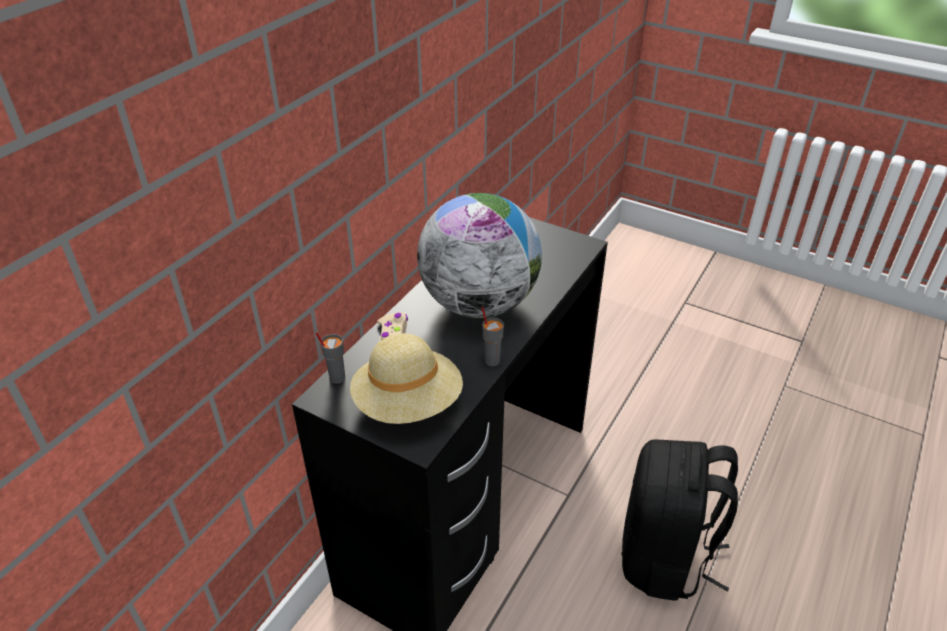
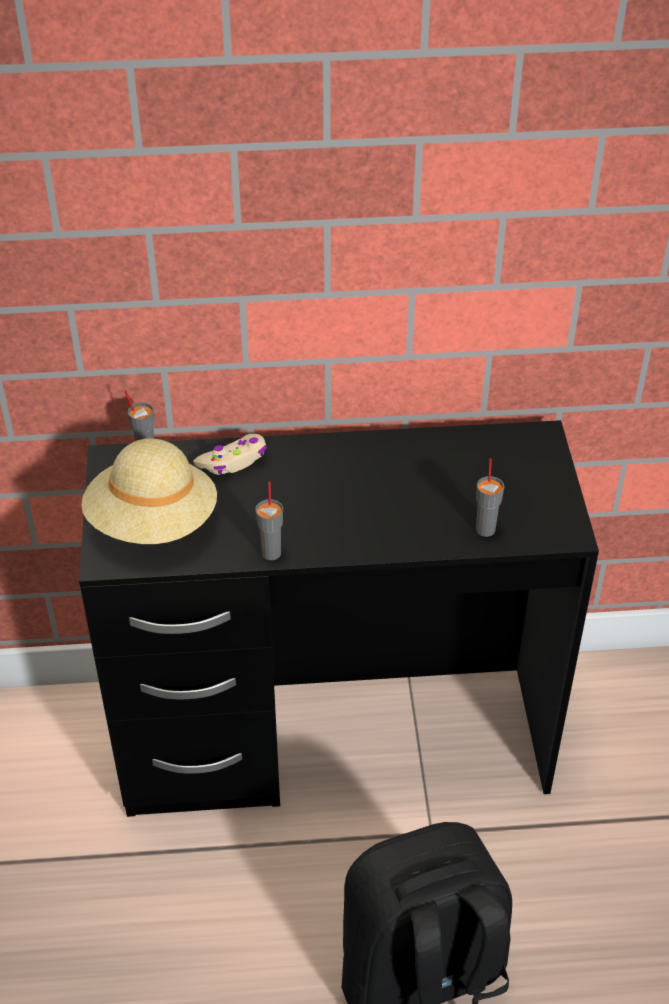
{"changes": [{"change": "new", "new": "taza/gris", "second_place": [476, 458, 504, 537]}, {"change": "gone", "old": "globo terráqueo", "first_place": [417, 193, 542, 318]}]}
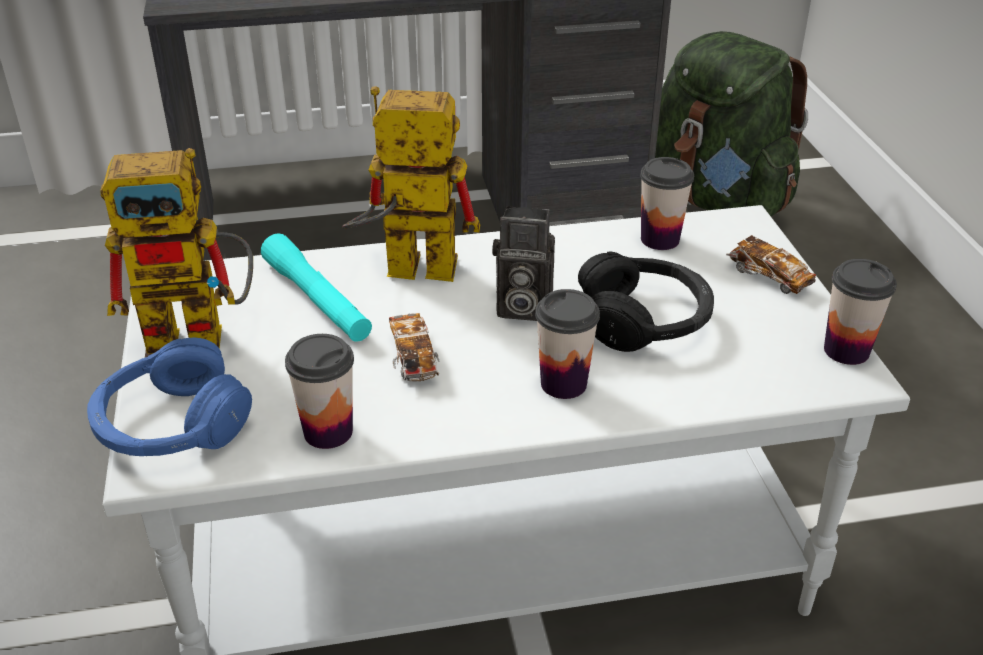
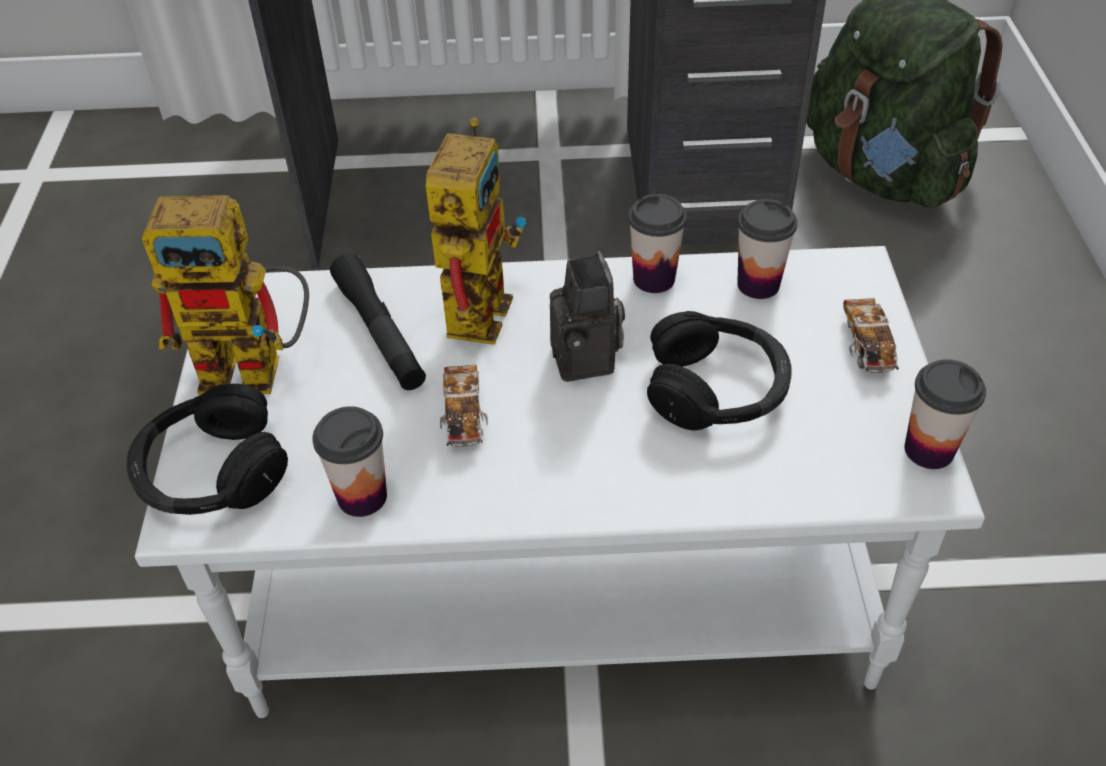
{"changes": [{"change": "repainted", "old": "auriculares/azul", "new": "auriculares/negro", "first_place": [87, 338, 252, 456], "second_place": [126, 384, 288, 515]}, {"change": "repainted", "old": "linterna/turquesa", "new": "linterna/negro", "first_place": [261, 233, 372, 342], "second_place": [330, 253, 426, 390]}, {"change": "rotated", "old": "robot de juguete", "first_place": [342, 86, 480, 282], "second_place": [426, 117, 526, 345], "degrees": 90}, {"change": "rotated", "old": "cámara", "first_place": [492, 206, 555, 321], "second_place": [550, 251, 625, 382], "degrees": -120}, {"change": "shifted", "old": "taza", "first_place": [535, 289, 600, 399], "second_place": [628, 194, 687, 293]}, {"change": "rotated", "old": "coche de juguete", "first_place": [726, 235, 816, 294], "second_place": [843, 298, 899, 373], "degrees": -150}]}
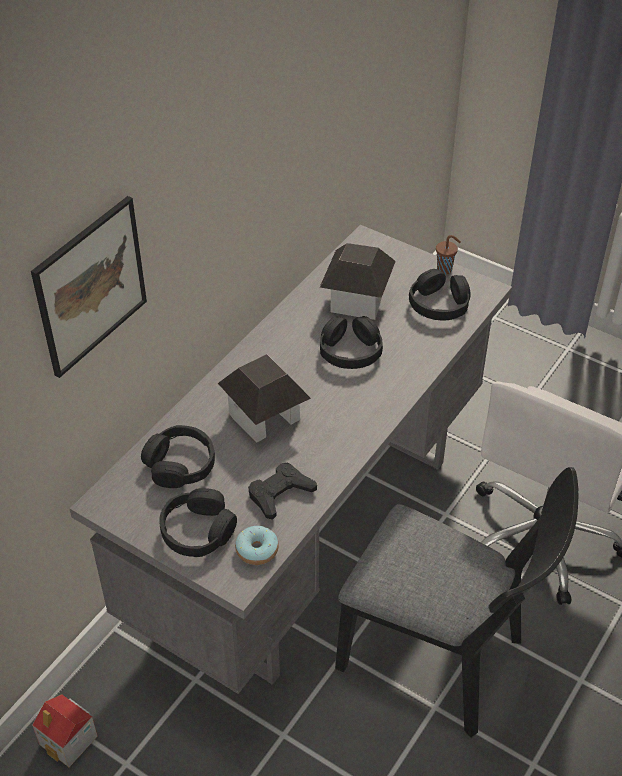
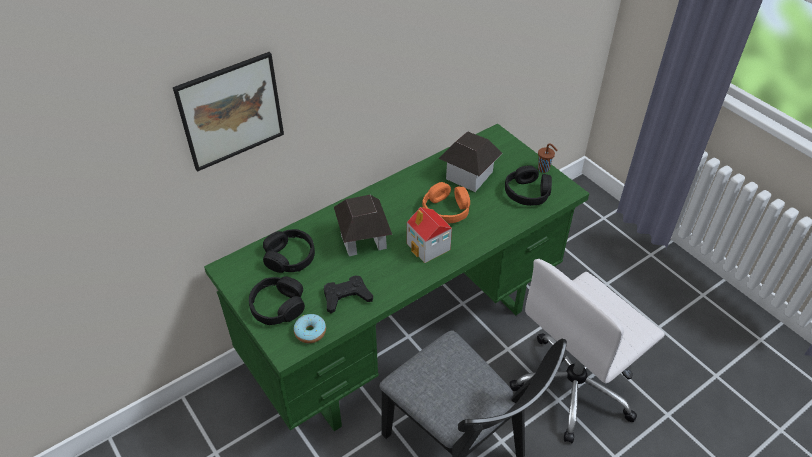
{"changes": [{"change": "repainted", "old": "escritorio/gris", "new": "escritorio/verde", "first_place": [69, 225, 512, 694], "second_place": [204, 124, 589, 431]}, {"change": "shifted", "old": "casita", "first_place": [32, 694, 98, 767], "second_place": [407, 207, 452, 263]}, {"change": "repainted", "old": "auriculares/negro", "new": "auriculares/naranja", "first_place": [320, 316, 383, 369], "second_place": [422, 182, 470, 223]}]}
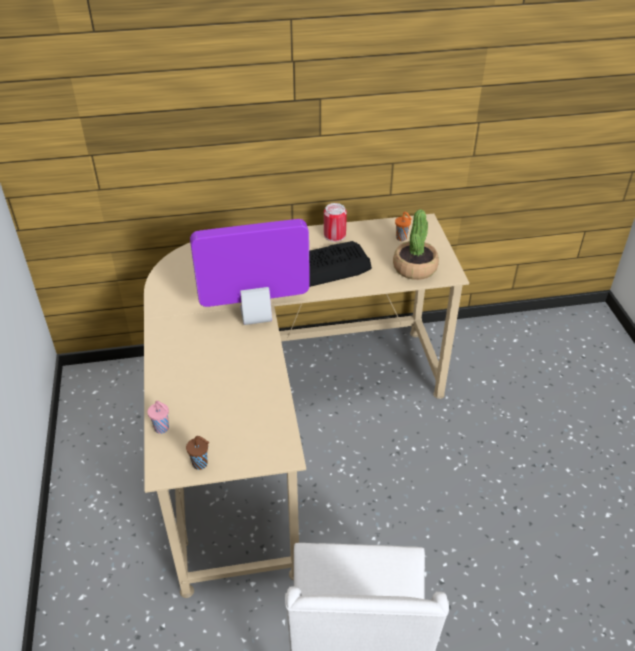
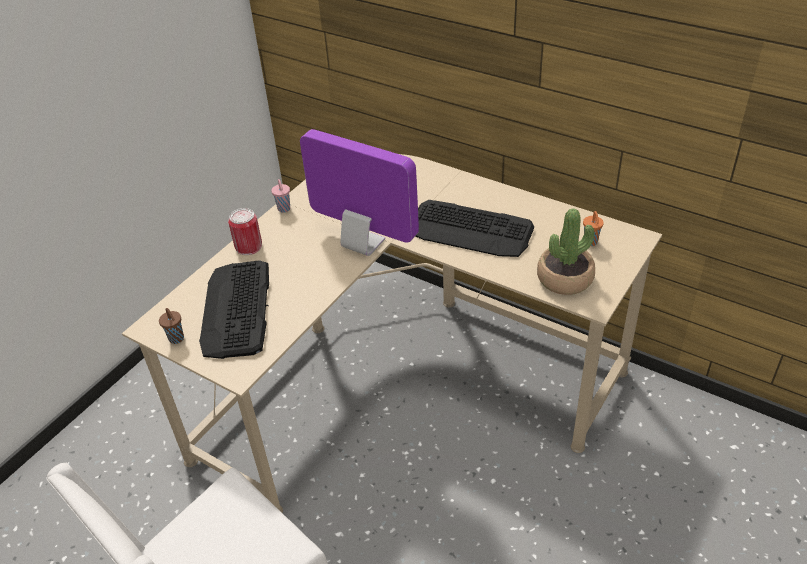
{"changes": [{"change": "new", "new": "teclado", "second_place": [199, 260, 269, 359]}, {"change": "shifted", "old": "lata", "first_place": [324, 203, 347, 242], "second_place": [228, 208, 262, 255]}, {"change": "shifted", "old": "taza/rosa", "first_place": [147, 401, 169, 434], "second_place": [271, 179, 290, 213]}]}
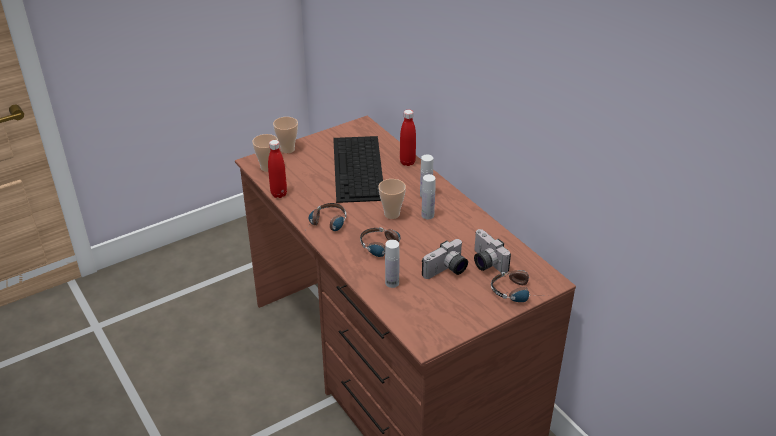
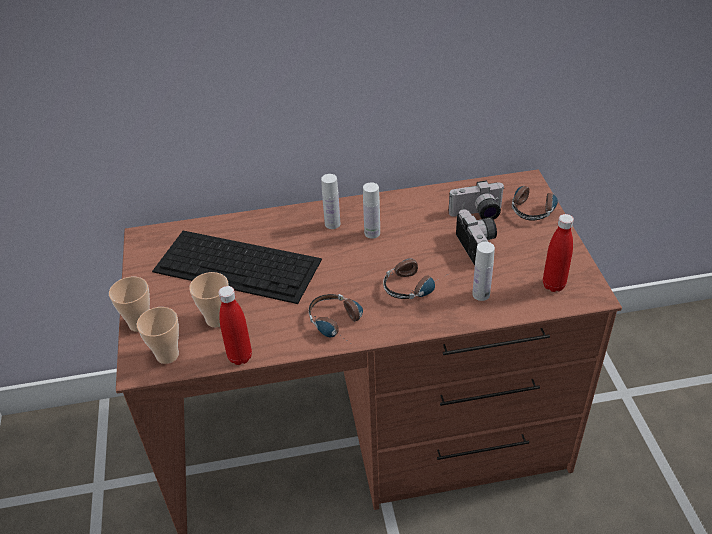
{"changes": [{"change": "shifted", "old": "taza", "first_place": [378, 179, 406, 219], "second_place": [189, 272, 229, 327]}, {"change": "shifted", "old": "botella/rojo", "first_place": [400, 110, 416, 166], "second_place": [543, 214, 574, 292]}]}
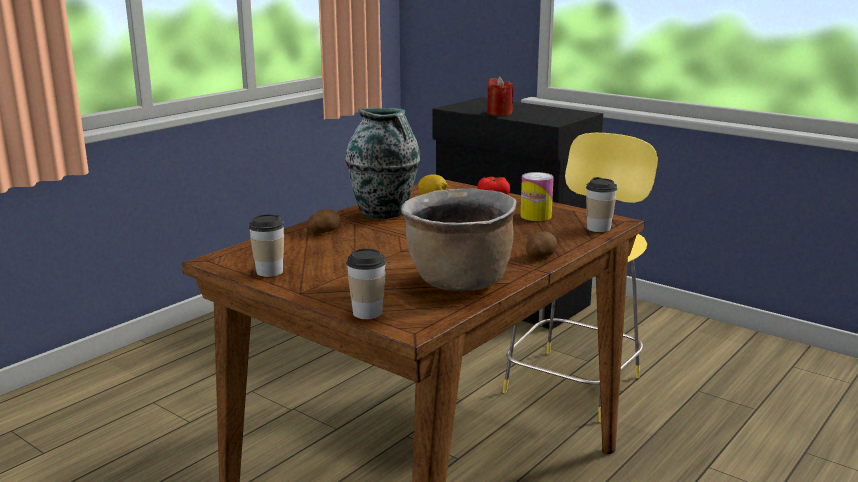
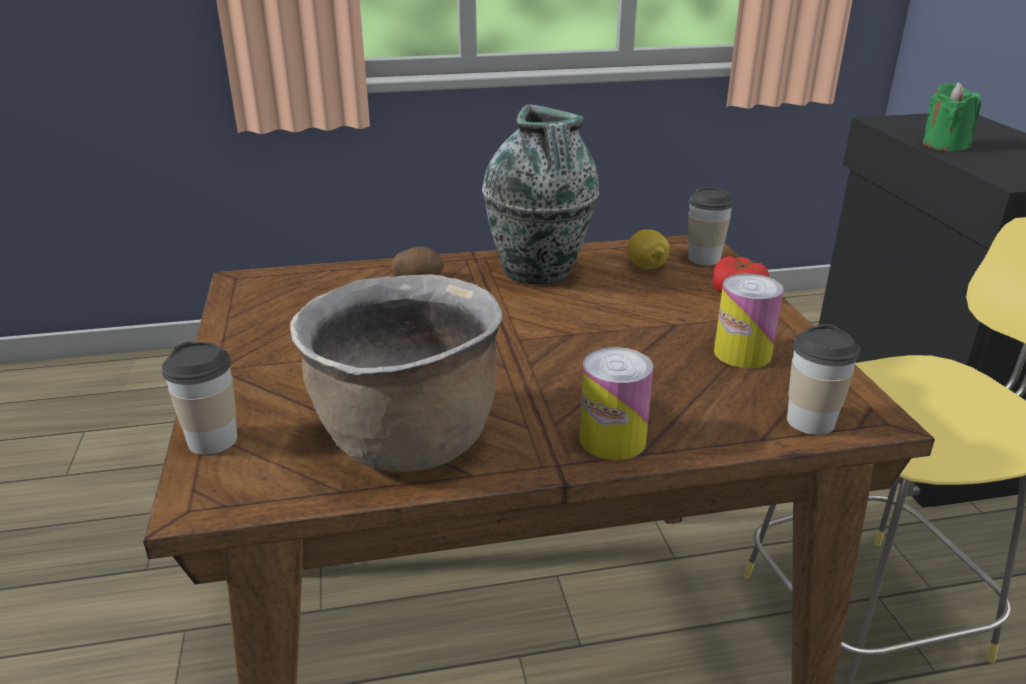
{"changes": [{"change": "swapped", "old": "patata", "new": "lata", "first_place": [526, 232, 557, 258], "second_place": [580, 347, 653, 460]}, {"change": "shifted", "old": "taza", "first_place": [248, 214, 285, 277], "second_place": [688, 188, 734, 265]}, {"change": "repainted", "old": "vela/rojo", "new": "vela/verde", "first_place": [487, 77, 513, 116], "second_place": [923, 82, 982, 151]}]}
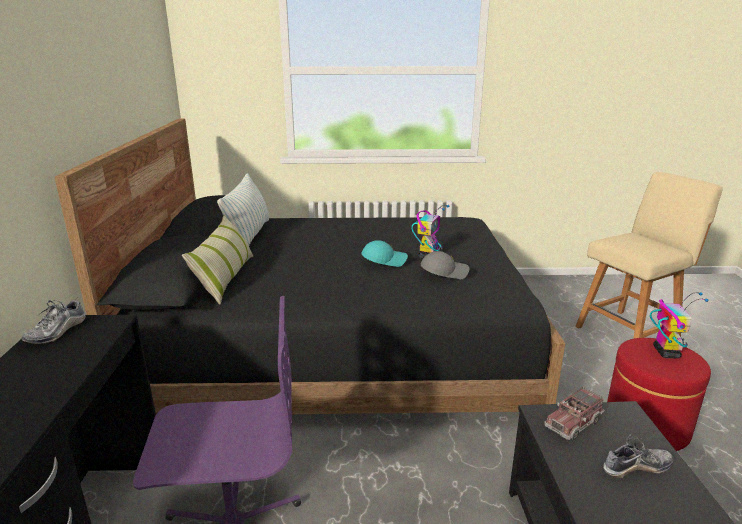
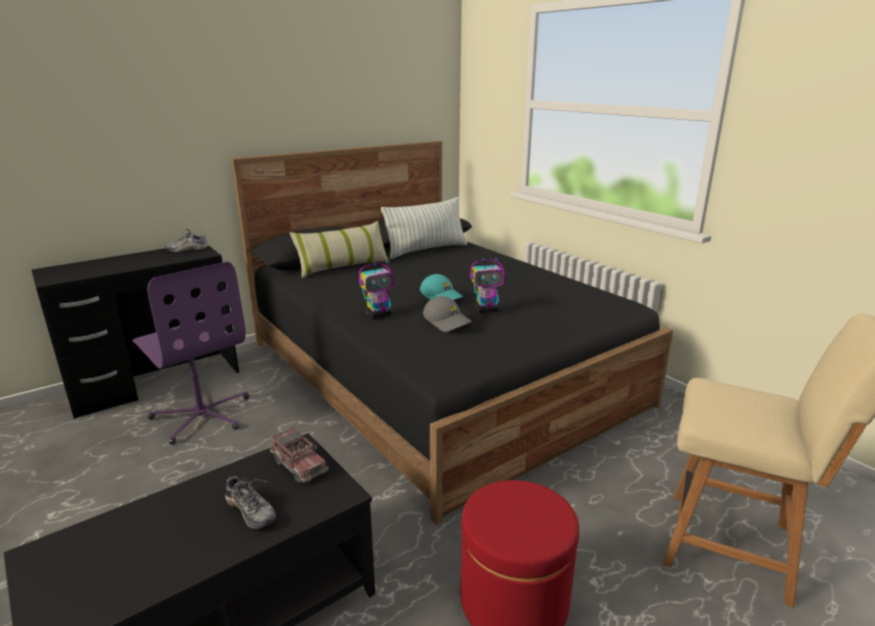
{"changes": [{"change": "rotated", "old": "camión de juguete", "first_place": [544, 387, 605, 440], "second_place": [270, 428, 328, 483], "degrees": -150}, {"change": "shifted", "old": "robot de juguete", "first_place": [650, 292, 709, 358], "second_place": [359, 260, 394, 319]}]}
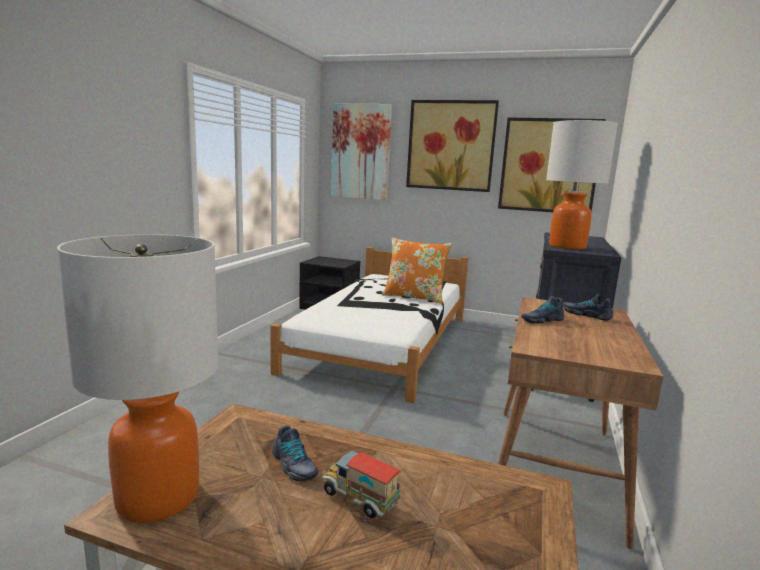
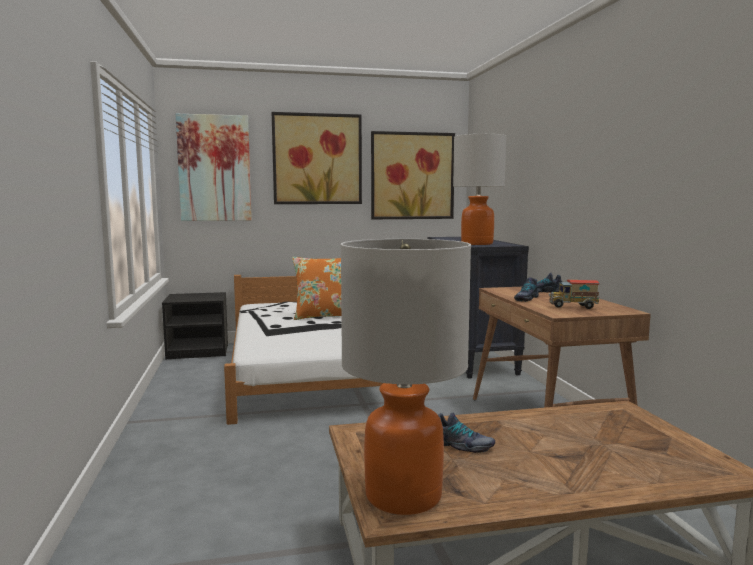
{"changes": [{"change": "shifted", "old": "camión de juguete", "first_place": [321, 451, 401, 519], "second_place": [549, 280, 600, 309]}]}
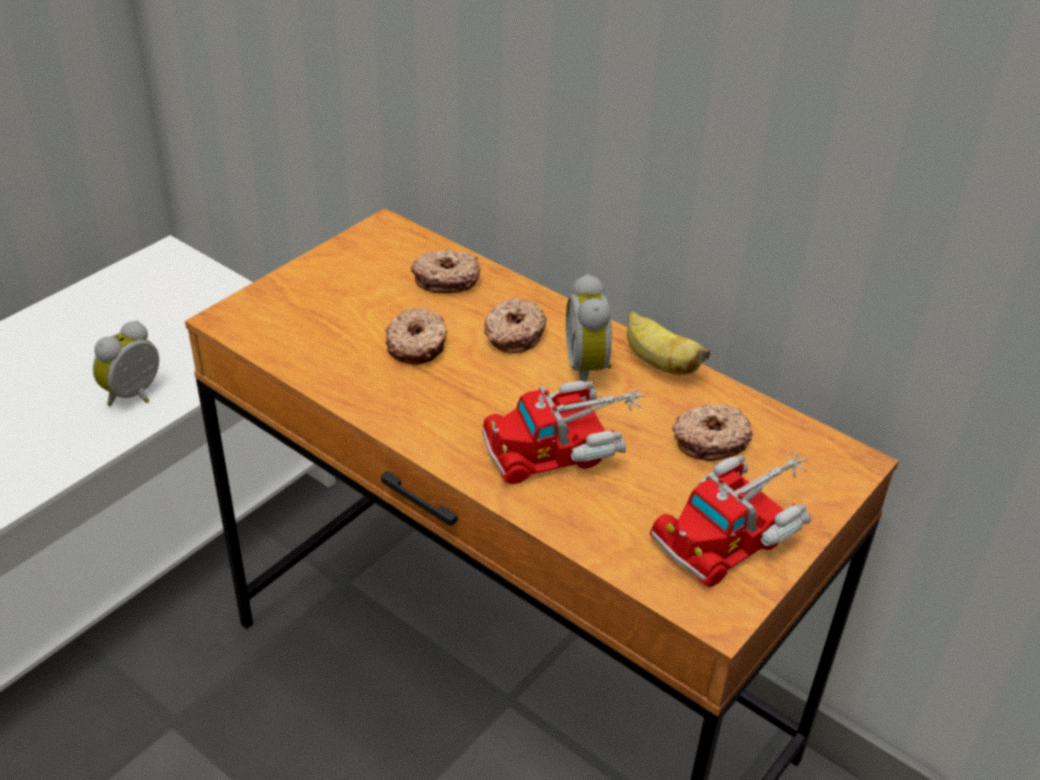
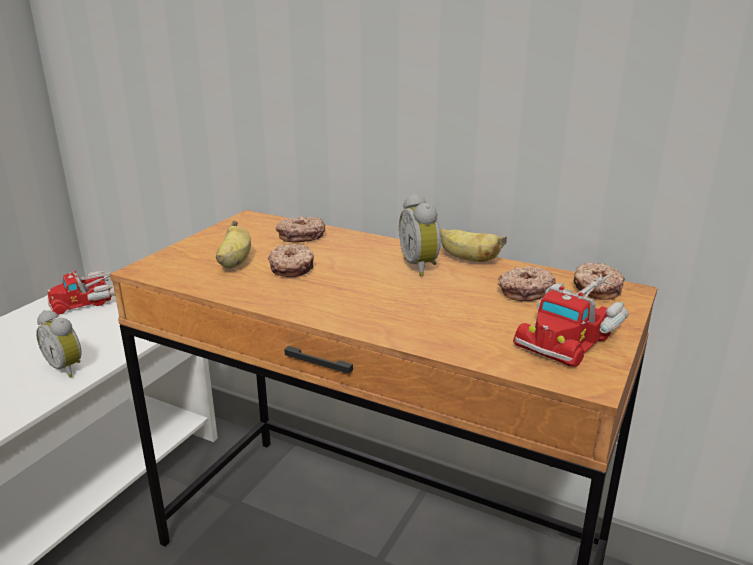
{"changes": [{"change": "rotated", "old": "despertador", "first_place": [93, 321, 159, 406], "second_place": [36, 310, 82, 378], "degrees": -75}, {"change": "shifted", "old": "camión de juguete", "first_place": [482, 381, 645, 484], "second_place": [47, 271, 115, 315]}, {"change": "new", "new": "plátano", "second_place": [216, 221, 251, 269]}, {"change": "shifted", "old": "rosquilla", "first_place": [484, 298, 547, 354], "second_place": [573, 263, 625, 300]}]}
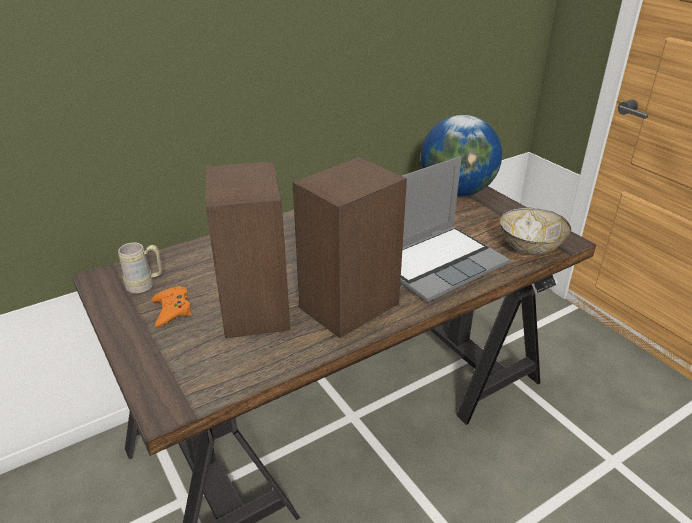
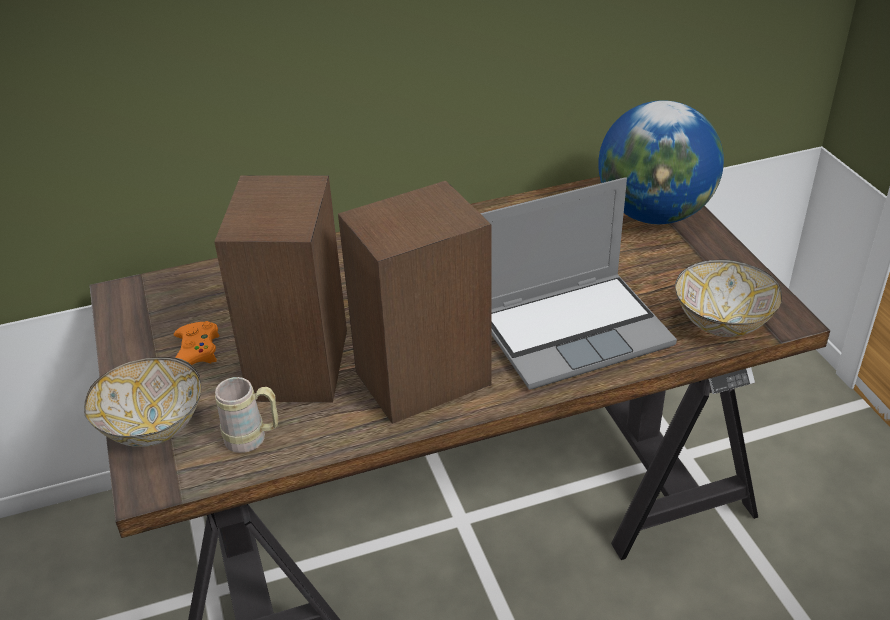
{"changes": [{"change": "new", "new": "cuenco", "second_place": [84, 357, 202, 447]}, {"change": "shifted", "old": "taza grande/beis", "first_place": [118, 243, 162, 294], "second_place": [215, 377, 278, 453]}]}
